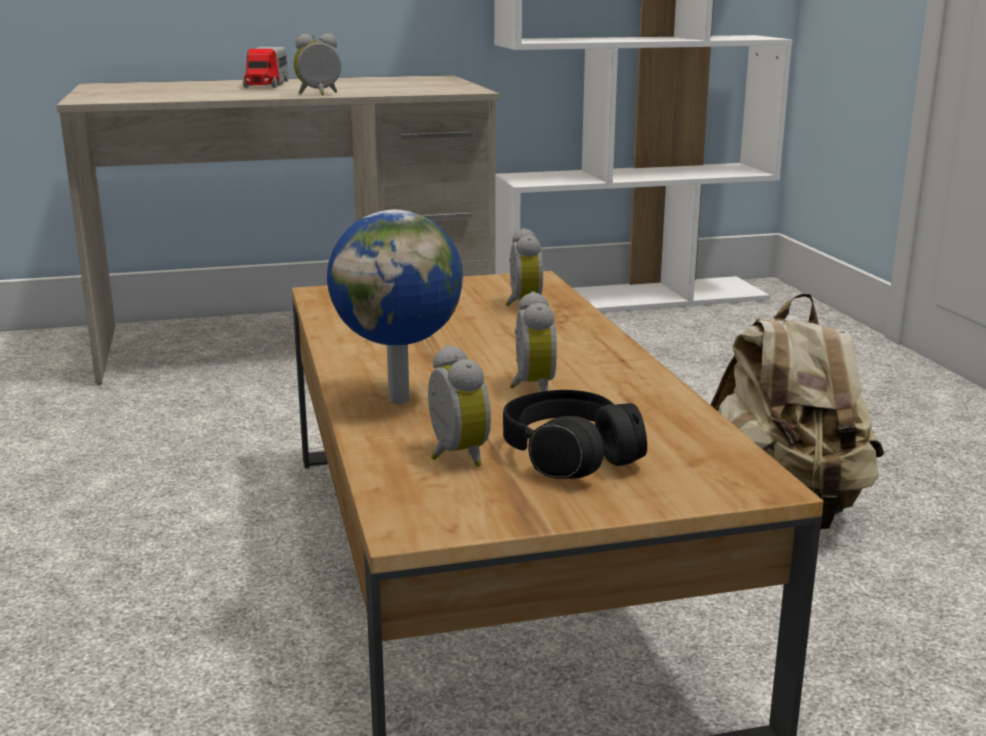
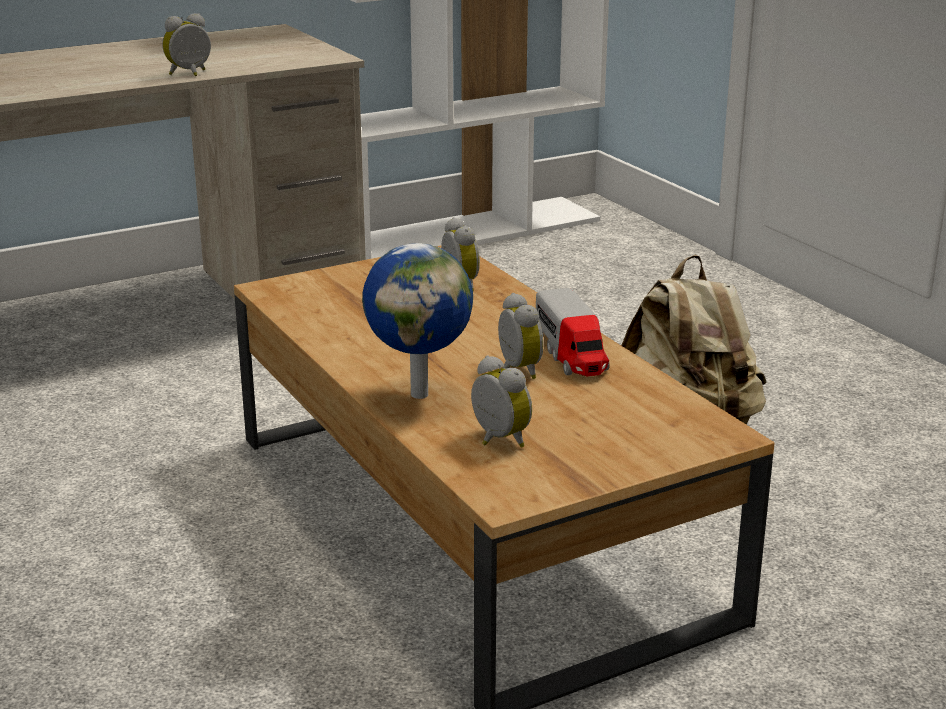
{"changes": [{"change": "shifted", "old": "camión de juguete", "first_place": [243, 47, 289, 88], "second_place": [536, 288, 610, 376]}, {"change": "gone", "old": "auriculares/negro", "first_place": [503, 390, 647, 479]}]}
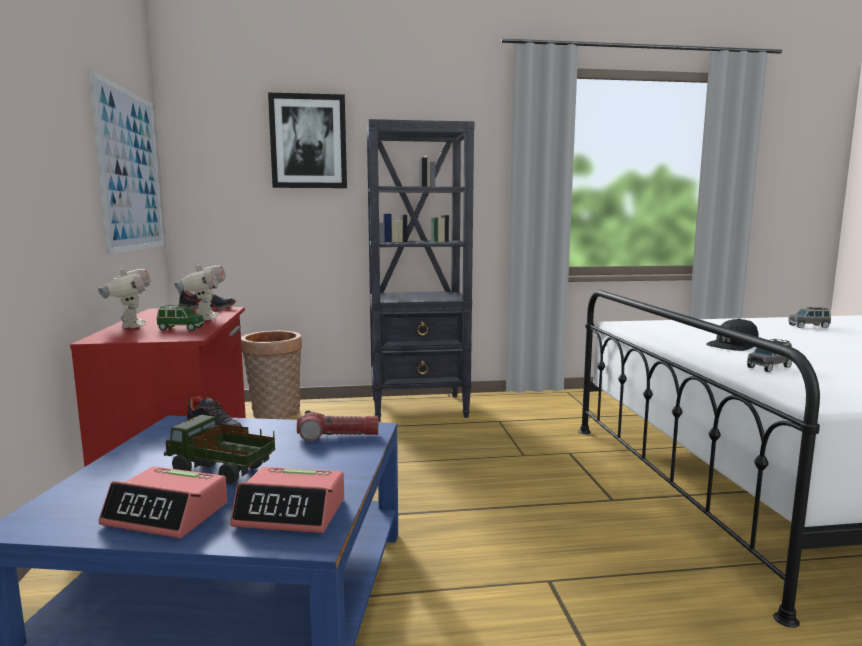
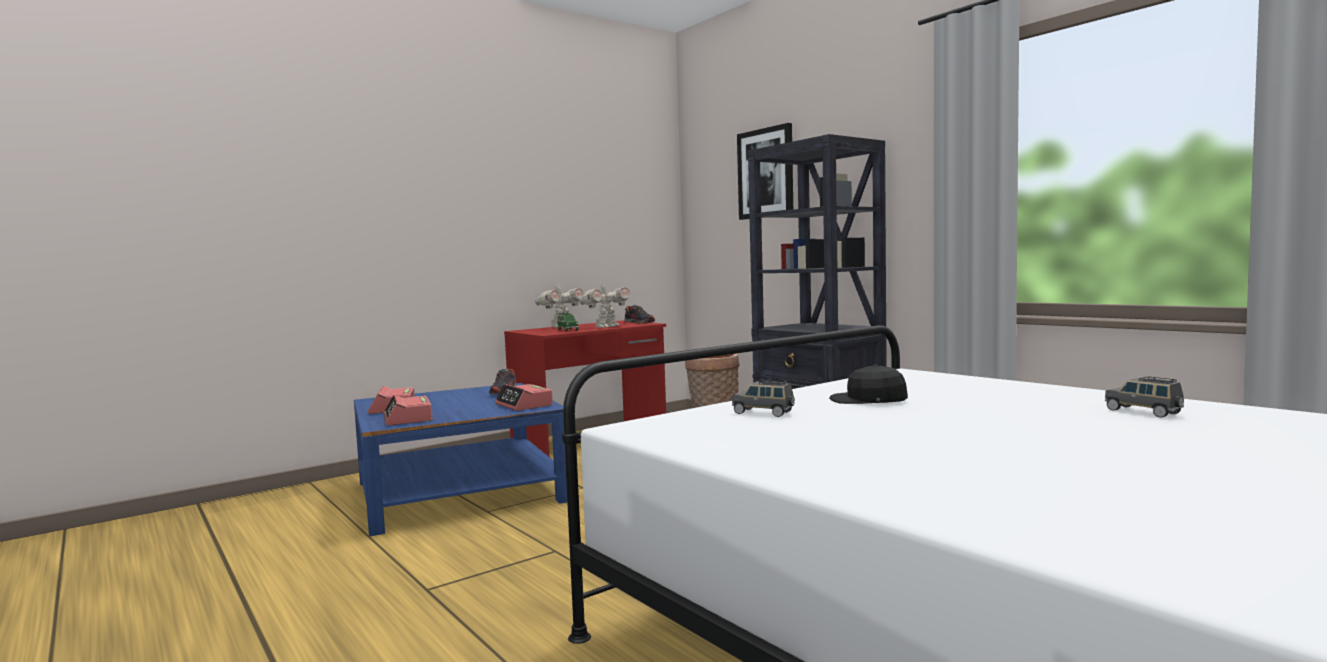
{"changes": [{"change": "swapped", "old": "linterna", "new": "despertador", "first_place": [297, 410, 379, 441], "second_place": [495, 384, 553, 411]}, {"change": "gone", "old": "cuadro", "first_place": [89, 70, 164, 254]}, {"change": "gone", "old": "camión de juguete", "first_place": [164, 415, 275, 484]}]}
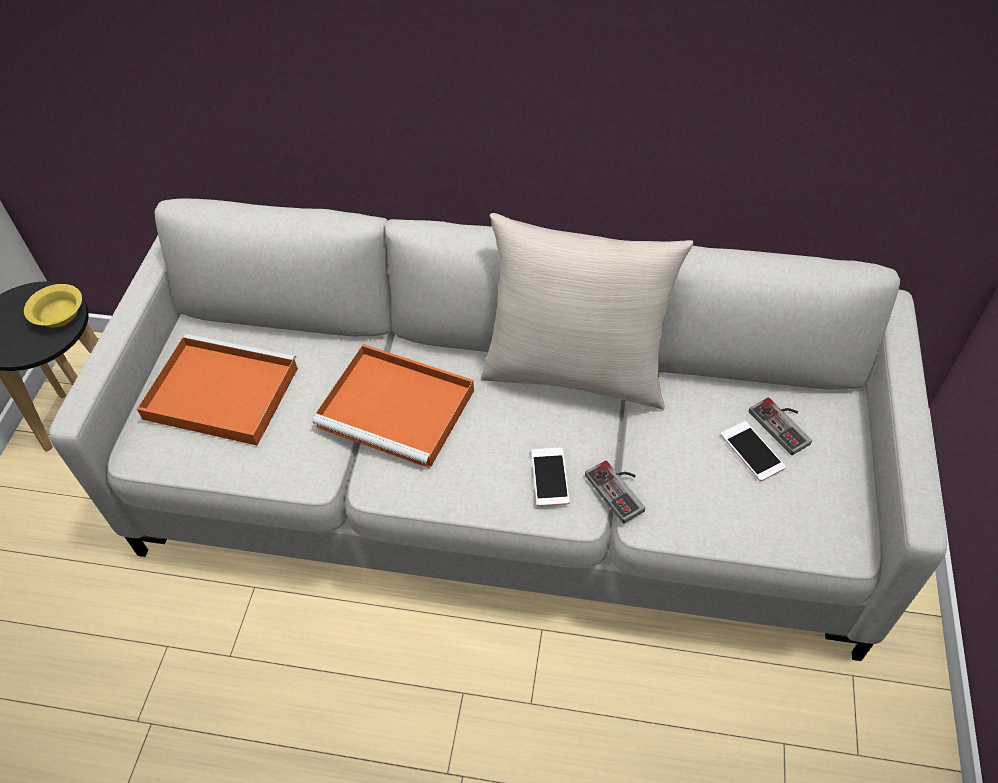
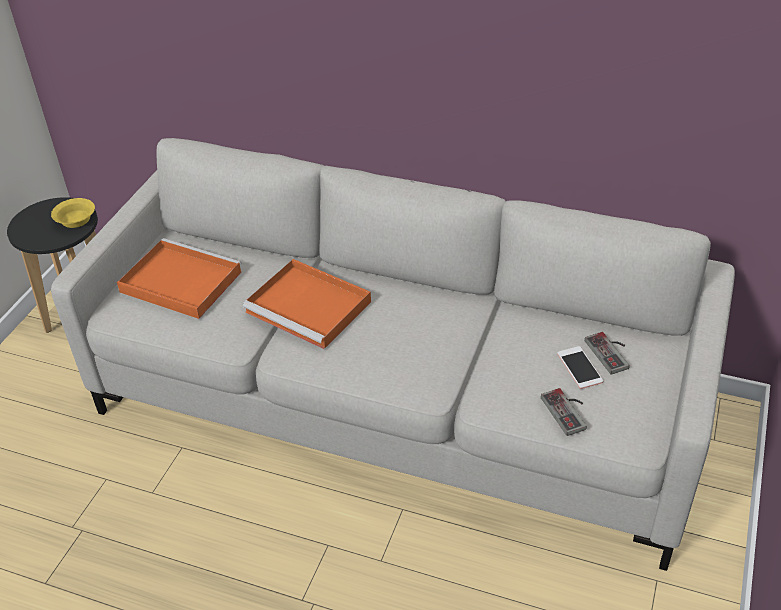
{"changes": [{"change": "shifted", "old": "mando de consola", "first_place": [585, 461, 645, 523], "second_place": [541, 388, 587, 436]}, {"change": "gone", "old": "cojín/beis", "first_place": [481, 213, 693, 410]}, {"change": "gone", "old": "móvil", "first_place": [531, 447, 570, 506]}]}
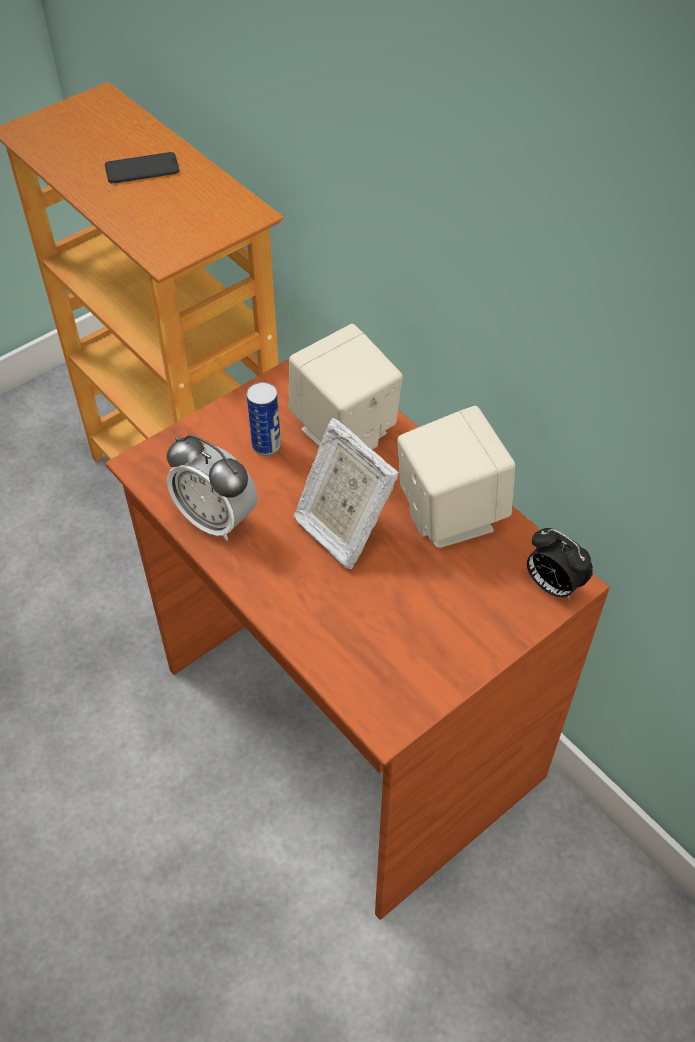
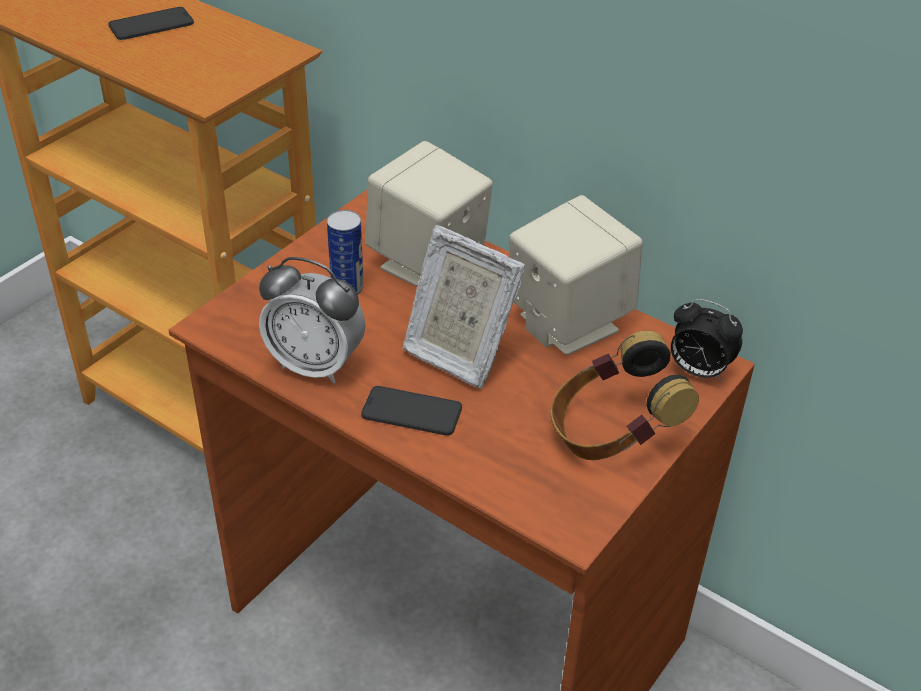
{"changes": [{"change": "new", "new": "móvil", "second_place": [361, 386, 462, 436]}, {"change": "new", "new": "auriculares", "second_place": [550, 330, 699, 460]}]}
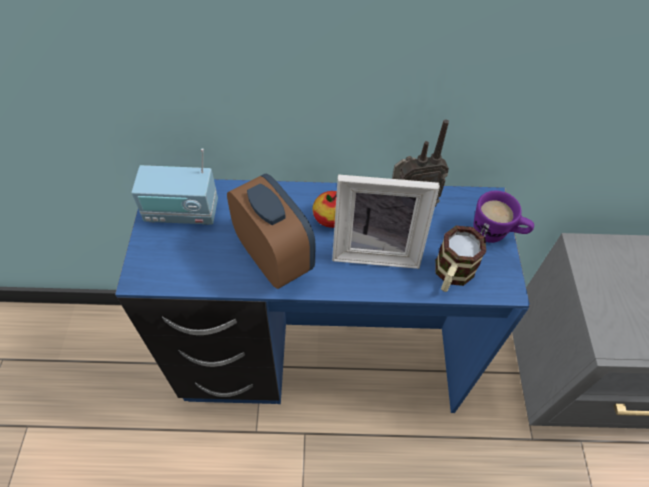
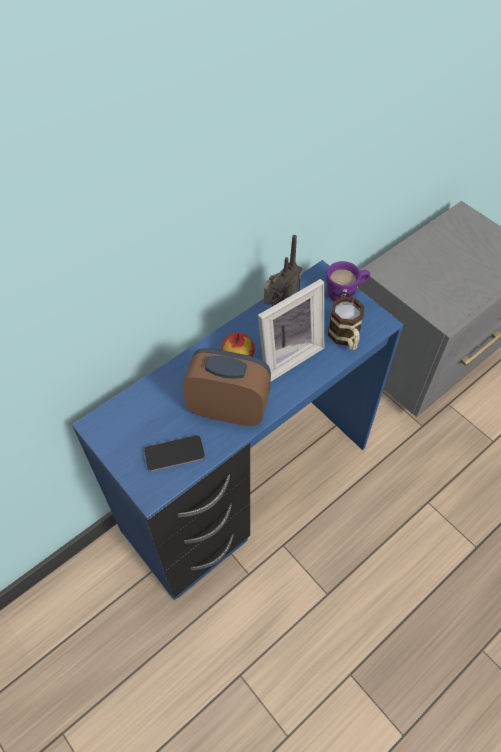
{"changes": [{"change": "new", "new": "móvil", "second_place": [144, 435, 205, 472]}, {"change": "gone", "old": "radio", "first_place": [132, 148, 218, 225]}]}
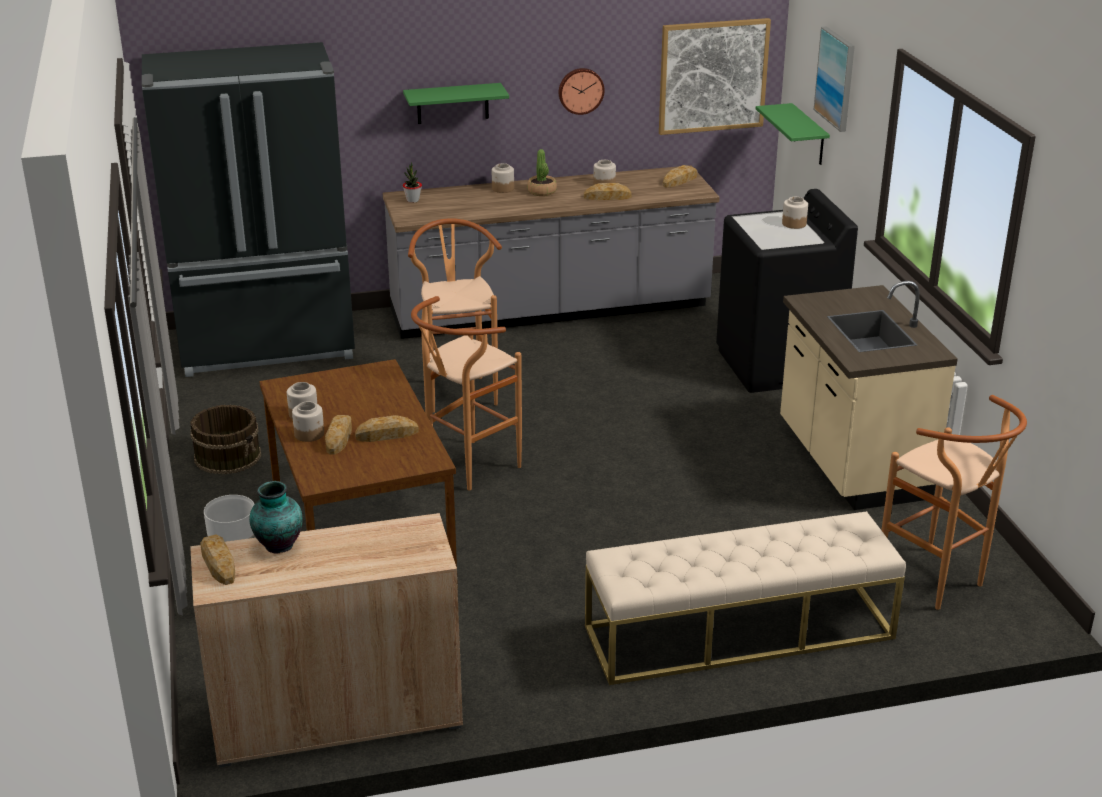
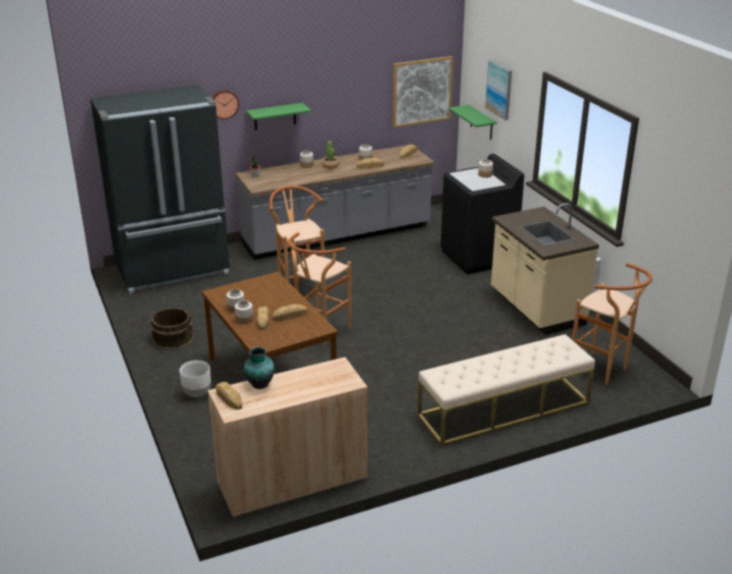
{"changes": [{"change": "shifted", "old": "reloj de pared", "first_place": [559, 68, 605, 115], "second_place": [212, 90, 239, 119]}]}
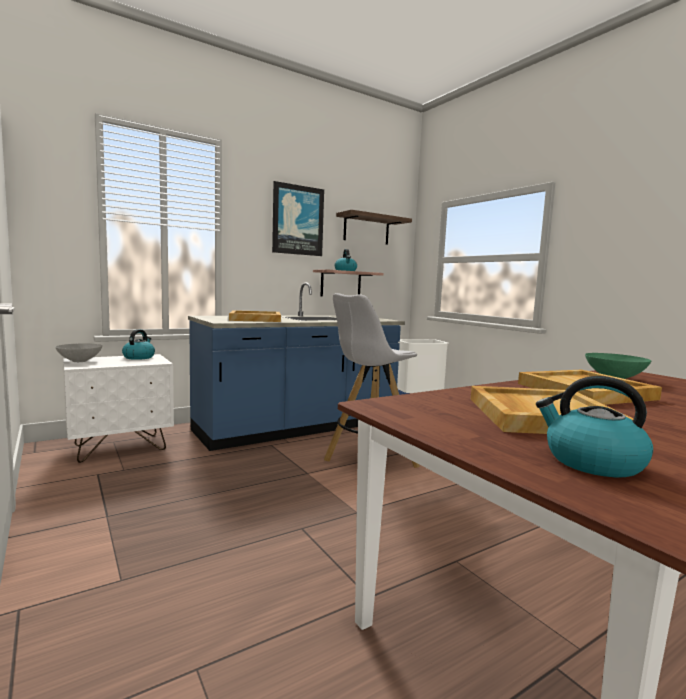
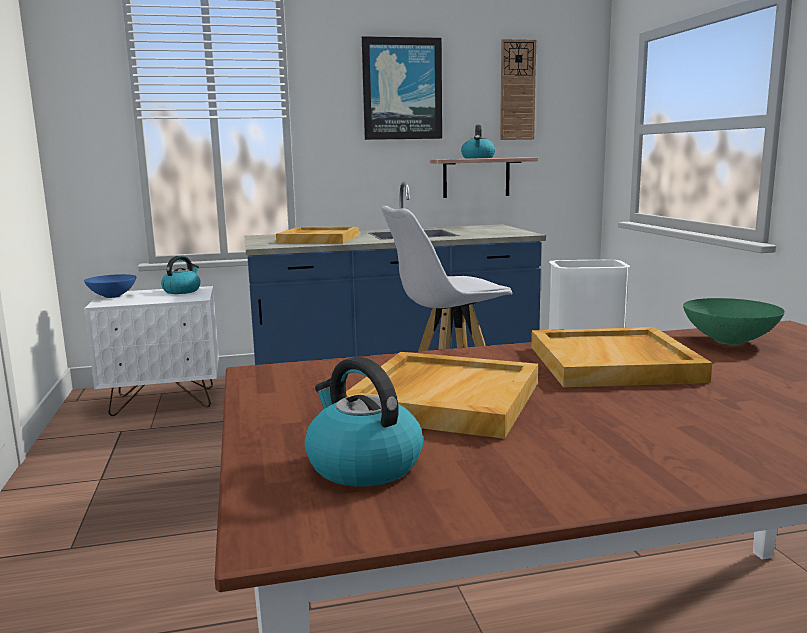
{"changes": [{"change": "repainted", "old": "cuenco/gris", "new": "cuenco/azul", "first_place": [55, 343, 102, 362], "second_place": [84, 274, 136, 298]}, {"change": "swapped", "old": "estante", "new": "reloj de pared", "first_place": [336, 210, 412, 245], "second_place": [500, 39, 536, 140]}]}
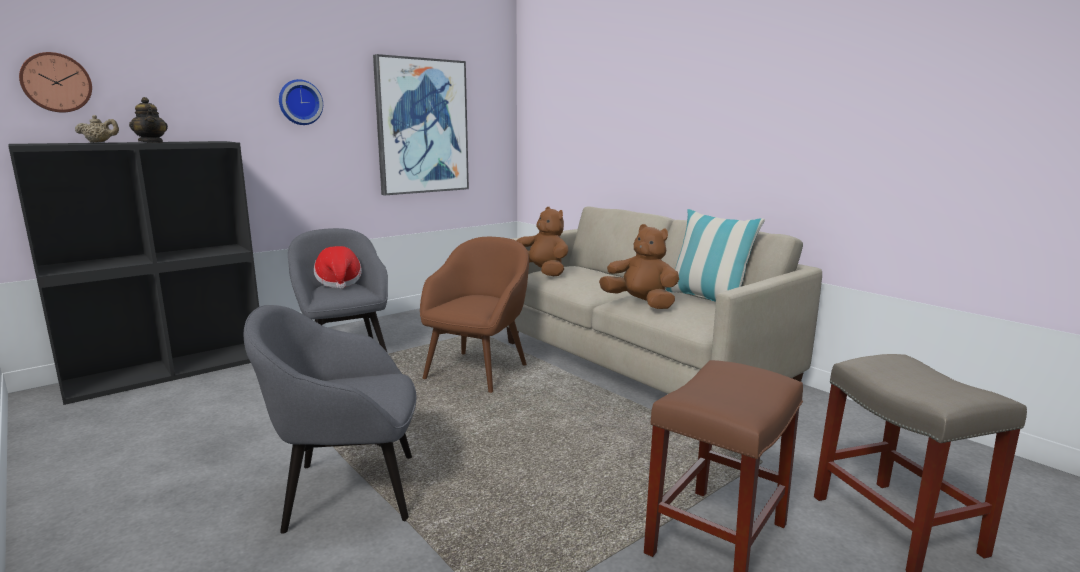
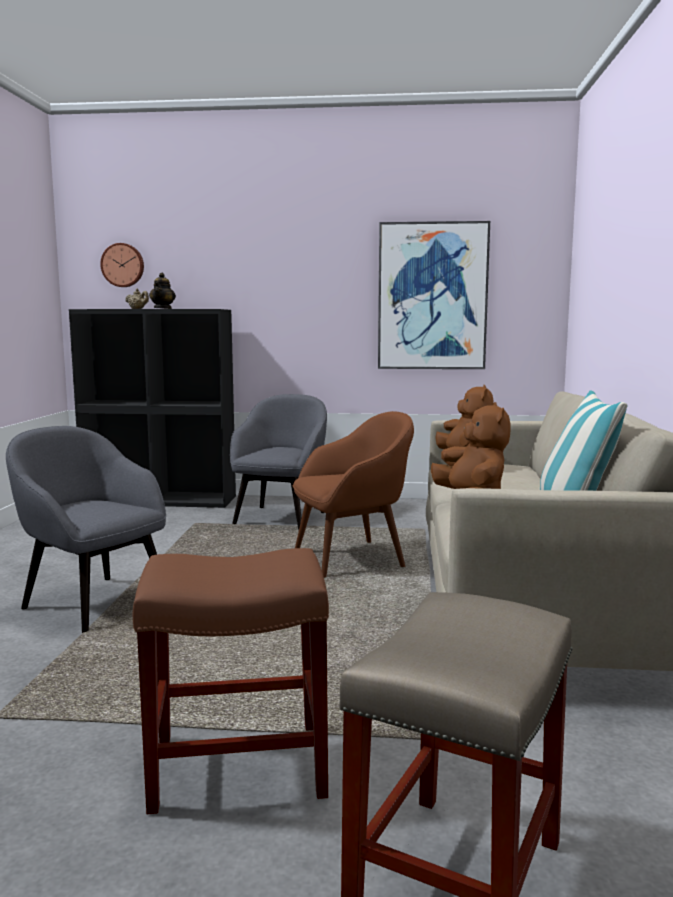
{"changes": [{"change": "gone", "old": "reloj de pared", "first_place": [279, 79, 323, 125]}, {"change": "gone", "old": "sombrero", "first_place": [314, 246, 362, 289]}]}
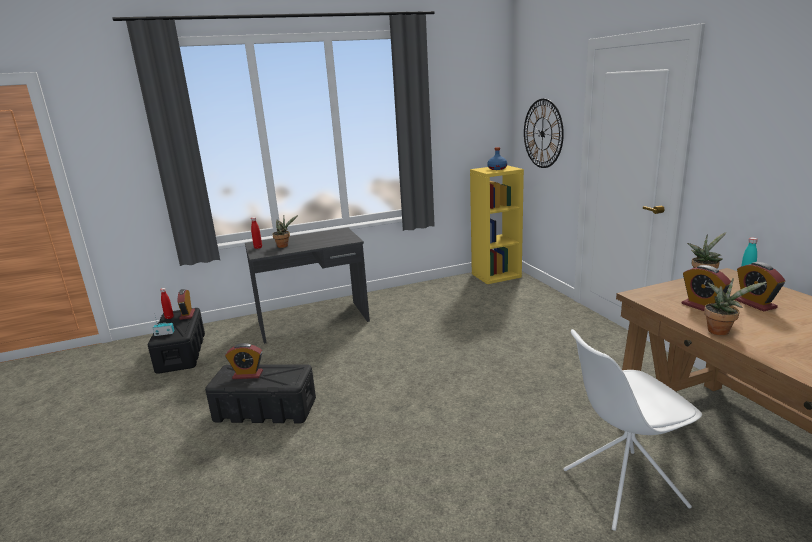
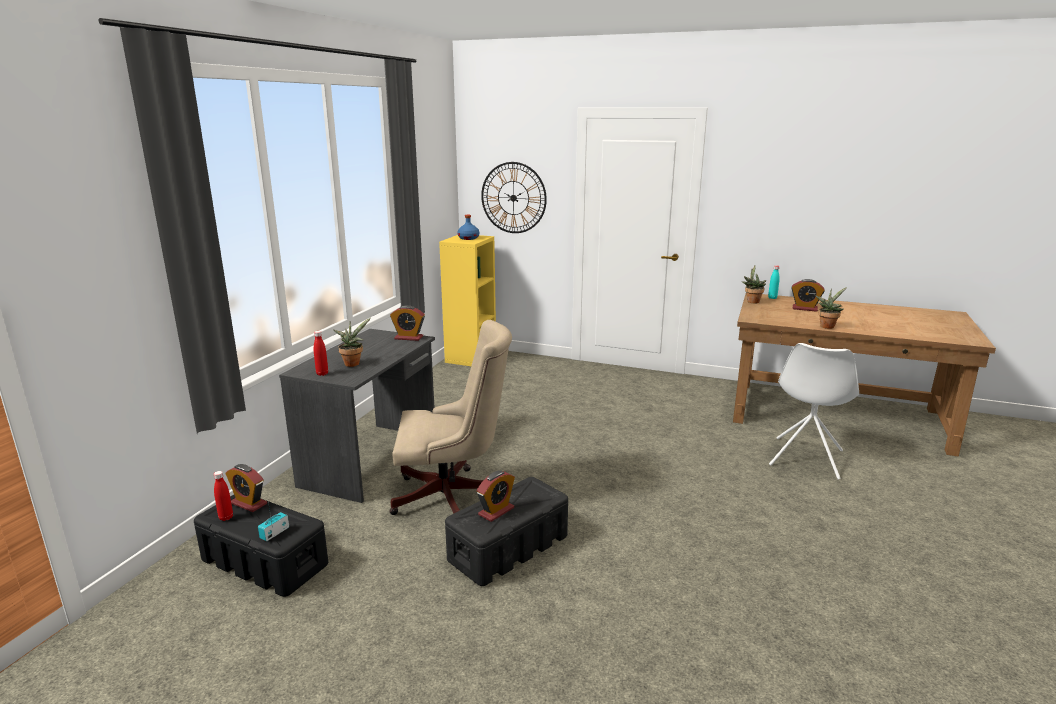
{"changes": [{"change": "new", "new": "silla de oficina/beis", "second_place": [389, 320, 512, 515]}, {"change": "shifted", "old": "despertador", "first_place": [682, 265, 731, 311], "second_place": [390, 305, 425, 341]}]}
